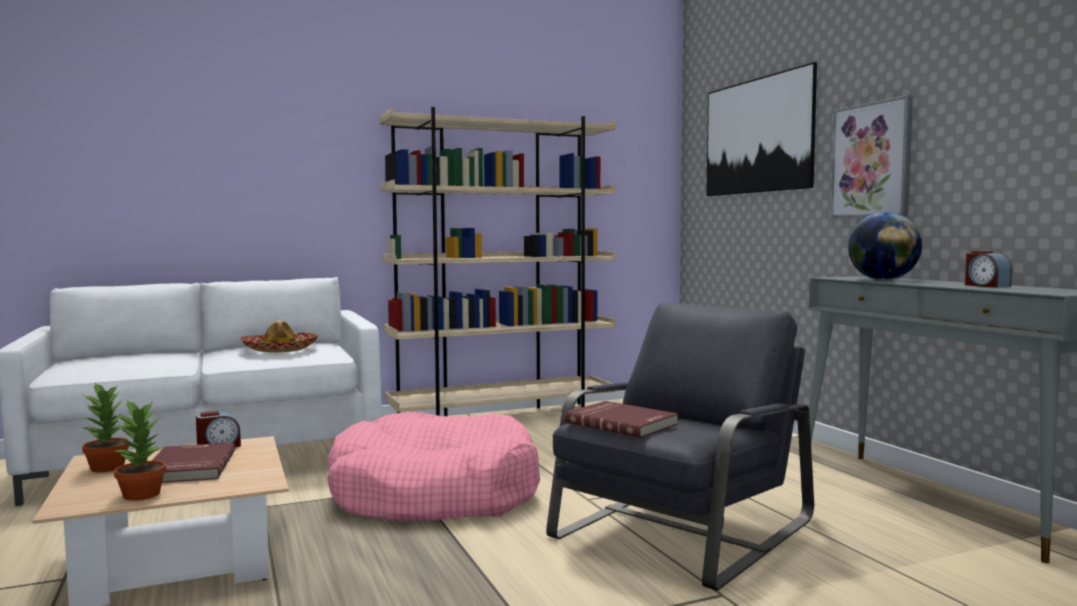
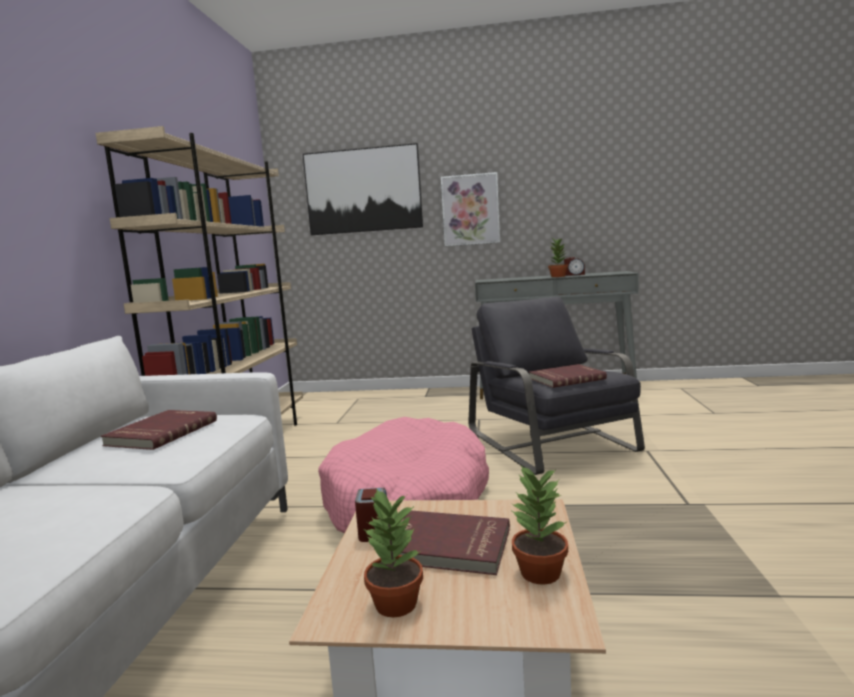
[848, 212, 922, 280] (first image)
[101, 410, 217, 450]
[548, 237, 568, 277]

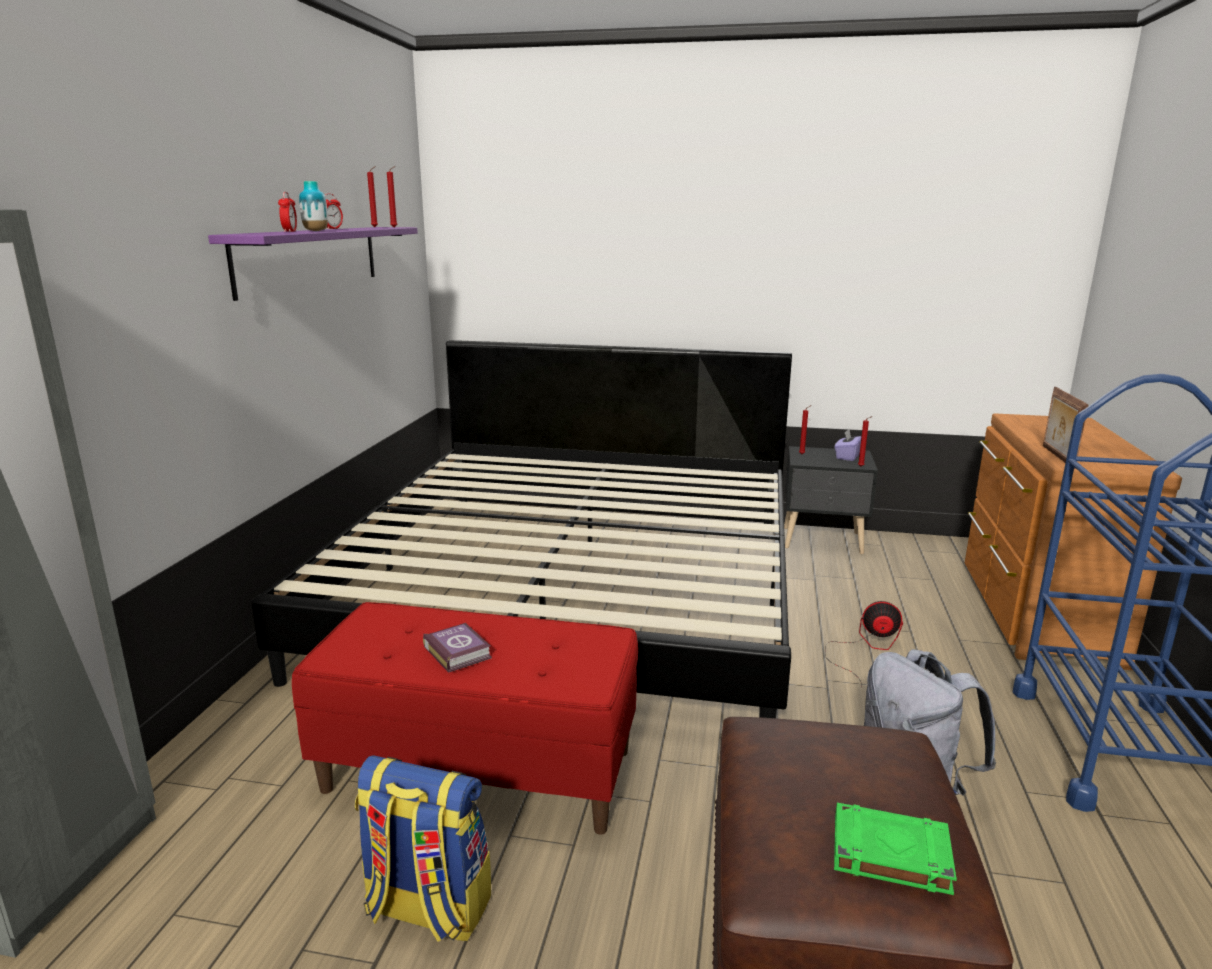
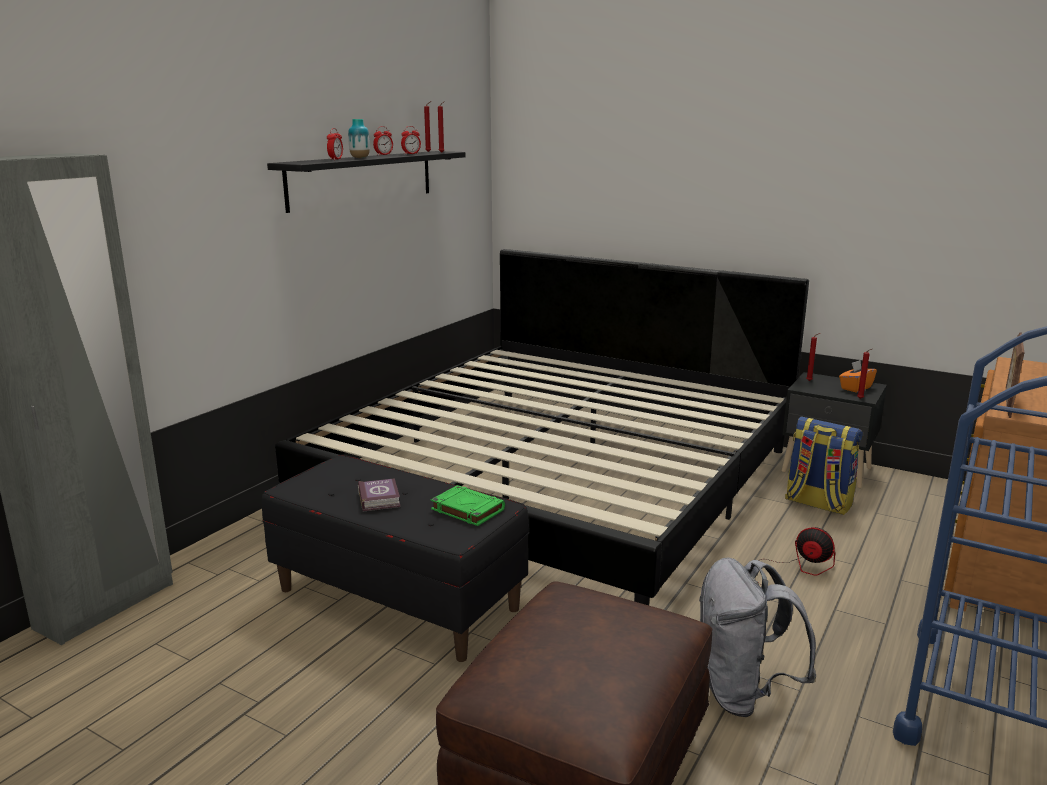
[267, 151, 466, 213]
[839, 360, 877, 393]
[262, 455, 529, 662]
[785, 416, 863, 515]
[431, 485, 505, 526]
[401, 126, 421, 155]

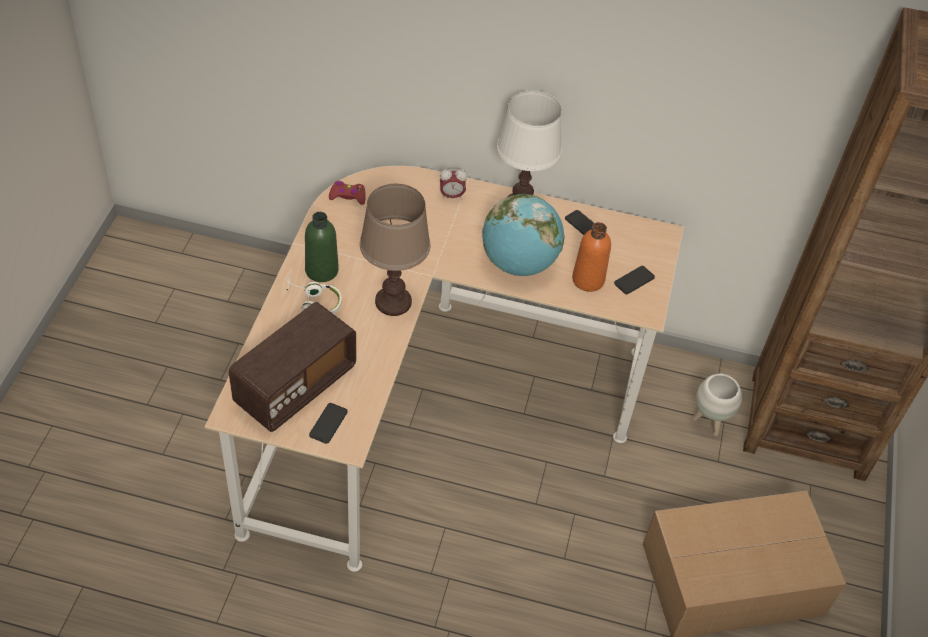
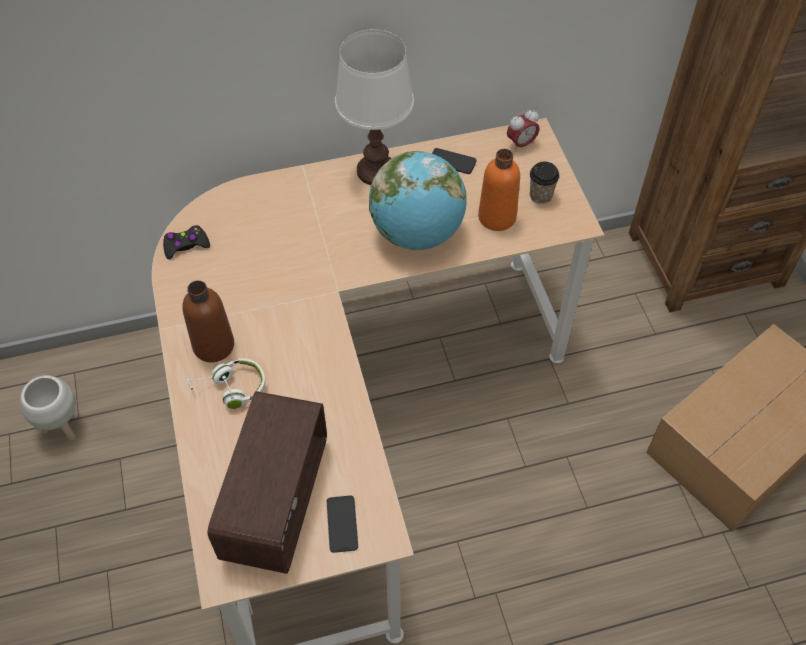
[507, 109, 540, 152]
[163, 225, 210, 259]
[360, 184, 430, 316] (first image)
[182, 280, 234, 362]
[530, 162, 560, 204]
[20, 375, 76, 440]

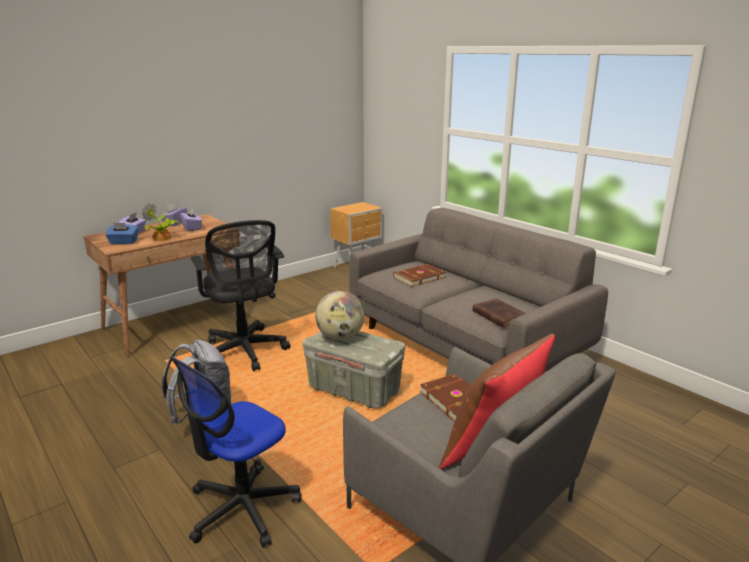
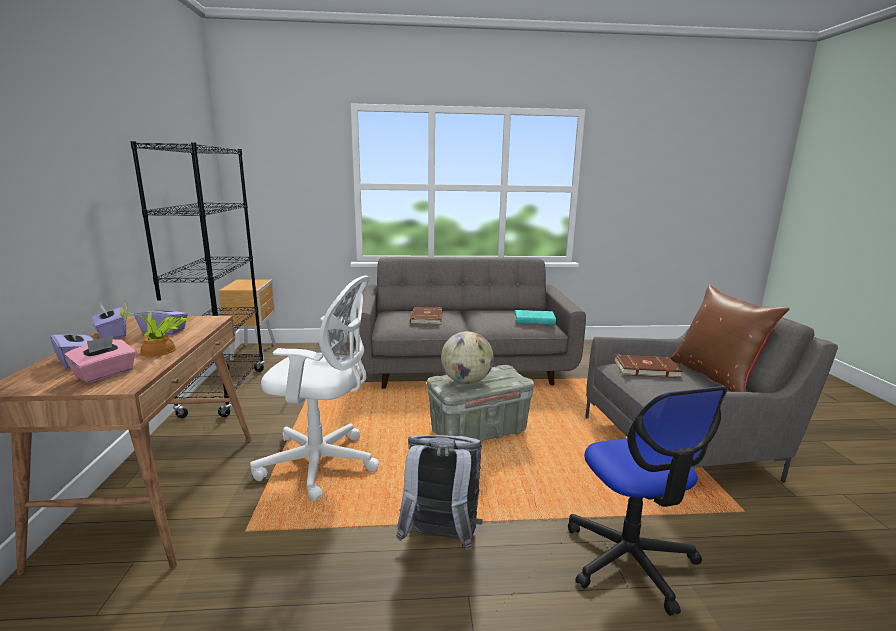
[250, 275, 379, 501]
[64, 336, 136, 383]
[515, 310, 556, 325]
[130, 141, 265, 418]

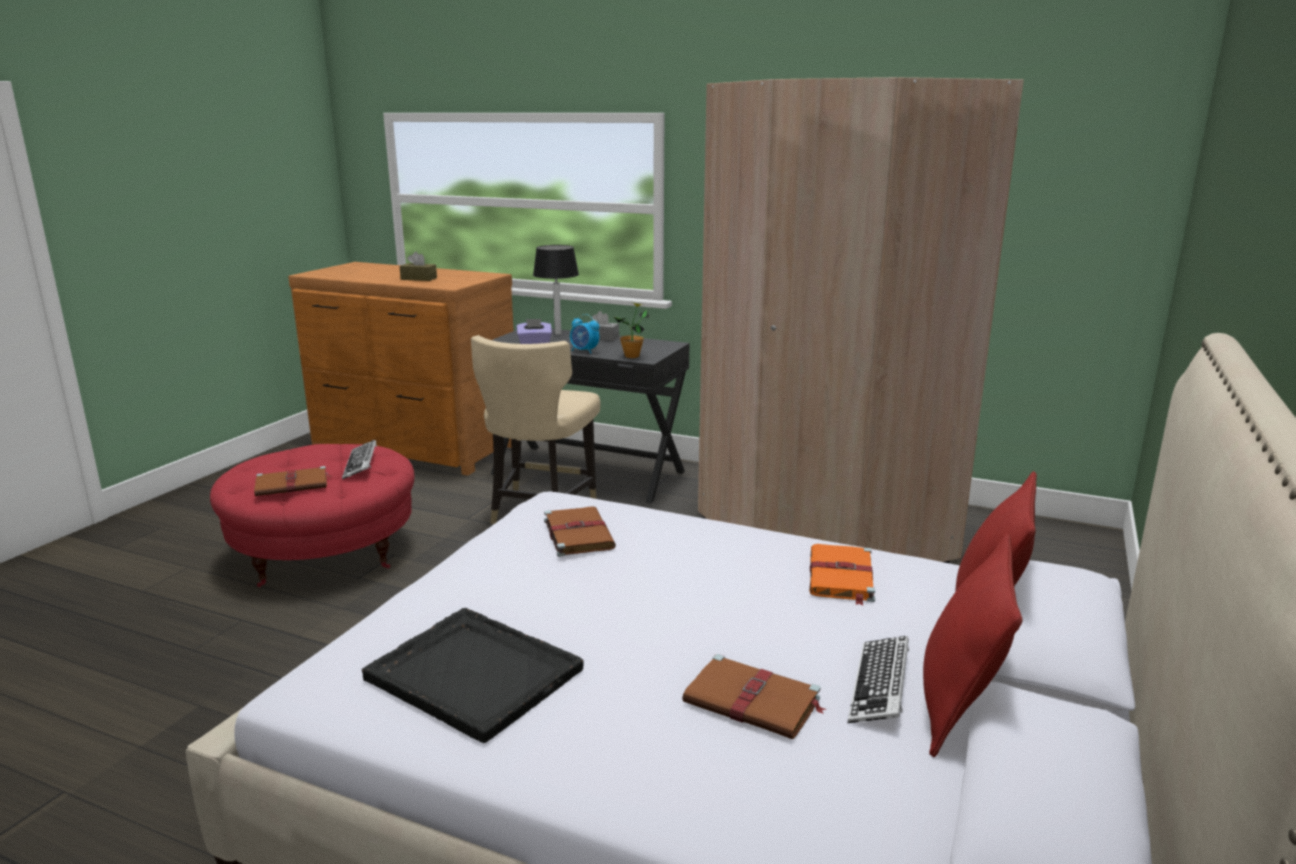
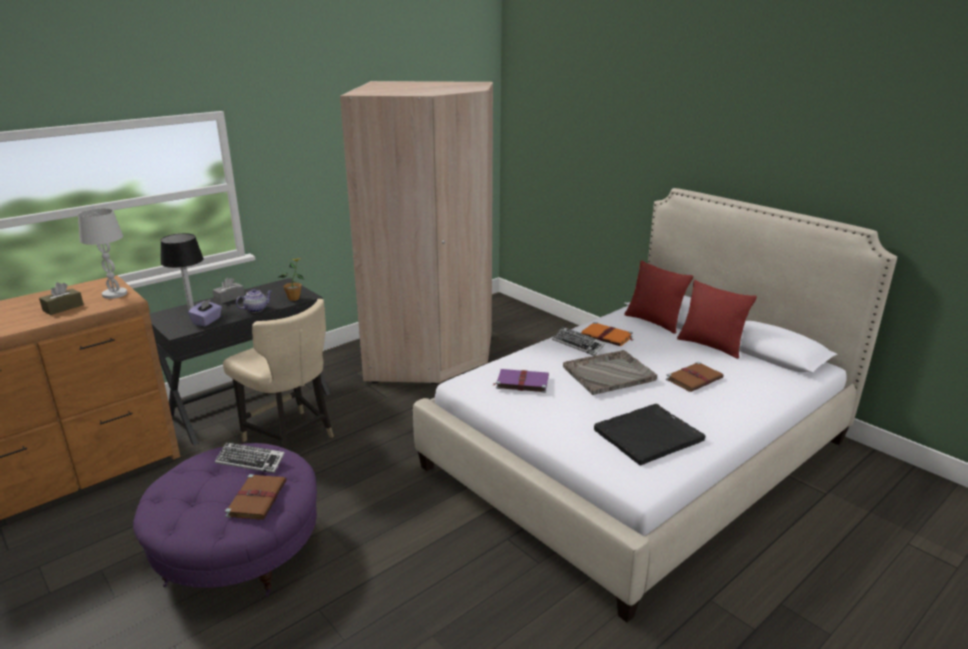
[236, 289, 272, 313]
[133, 443, 317, 597]
[494, 369, 549, 393]
[552, 327, 606, 356]
[78, 208, 127, 299]
[563, 350, 657, 395]

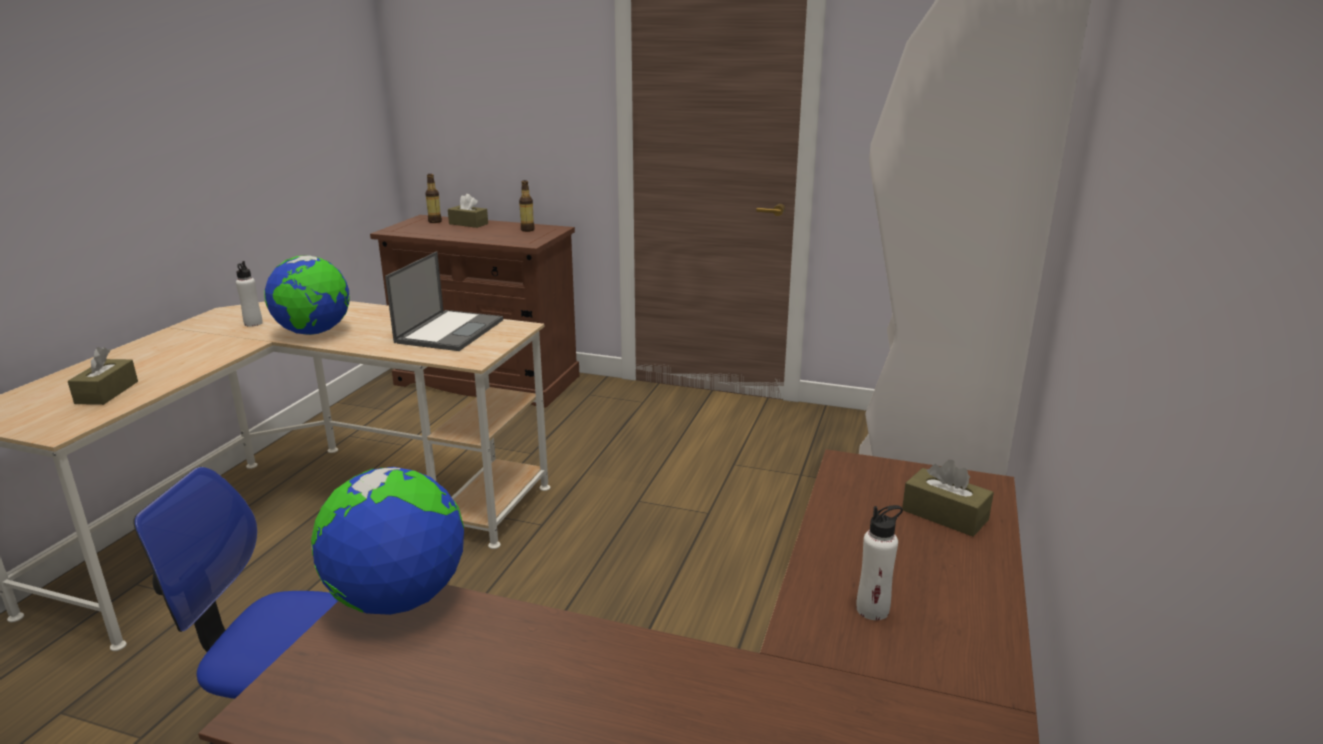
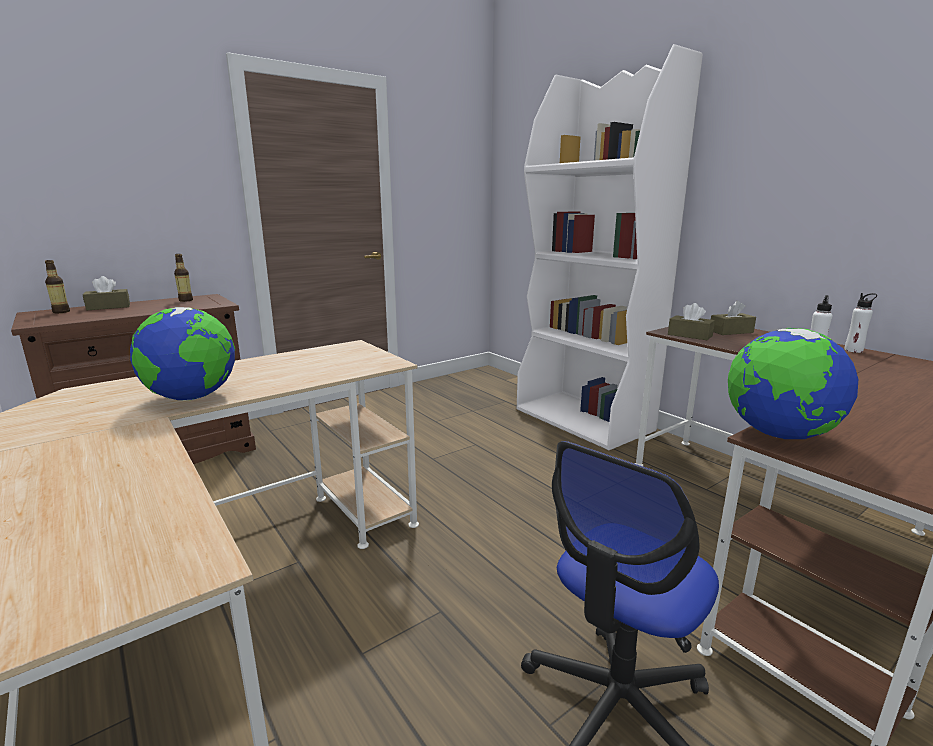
[385, 251, 503, 351] (first image)
[844, 293, 877, 353]
[668, 303, 715, 340]

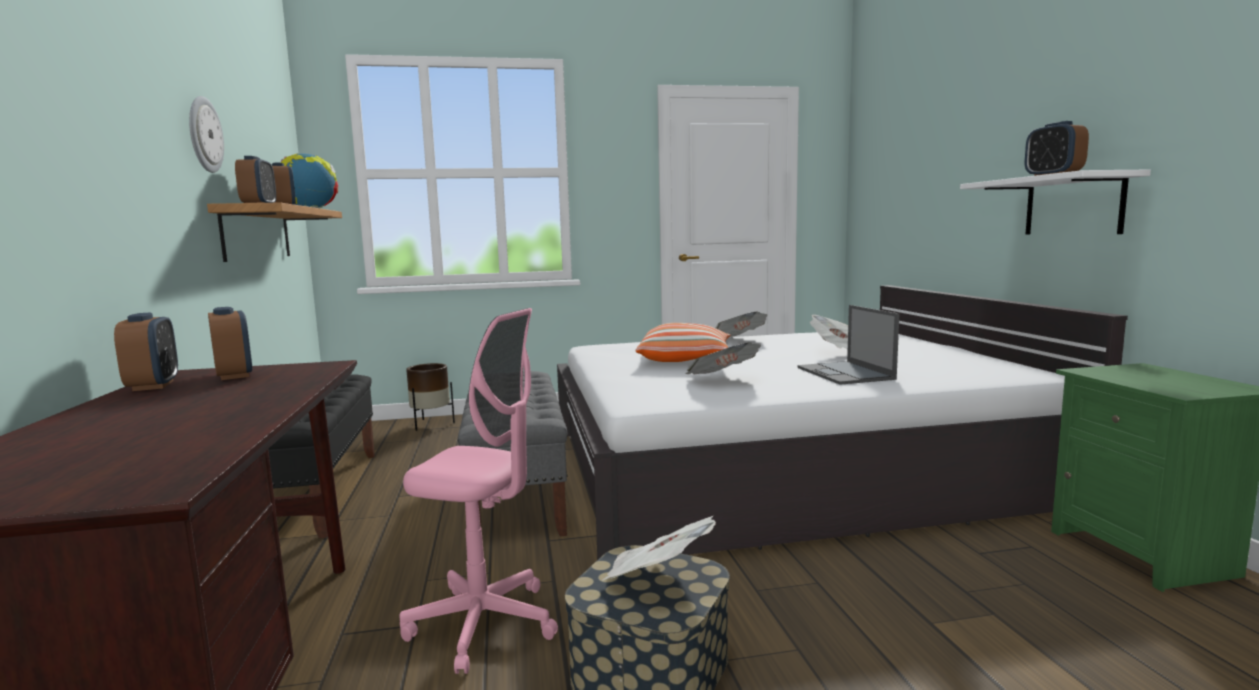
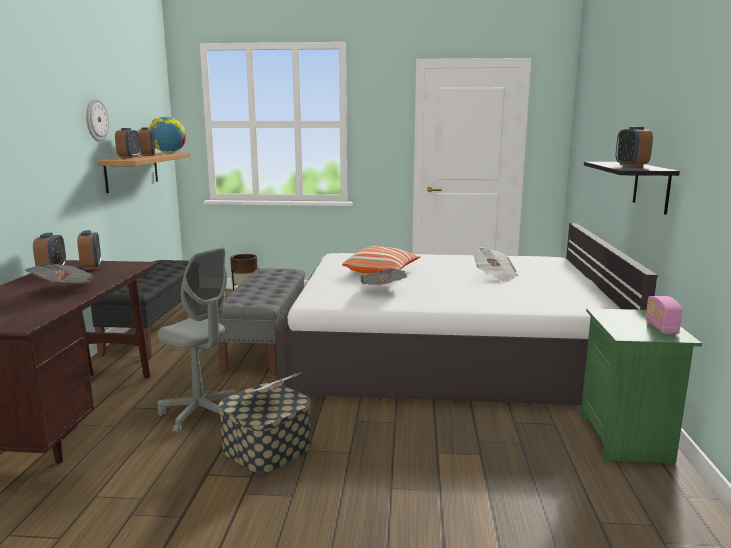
[584, 162, 680, 215]
[797, 305, 899, 385] (first image)
[157, 248, 236, 434]
[25, 264, 92, 283]
[645, 296, 683, 334]

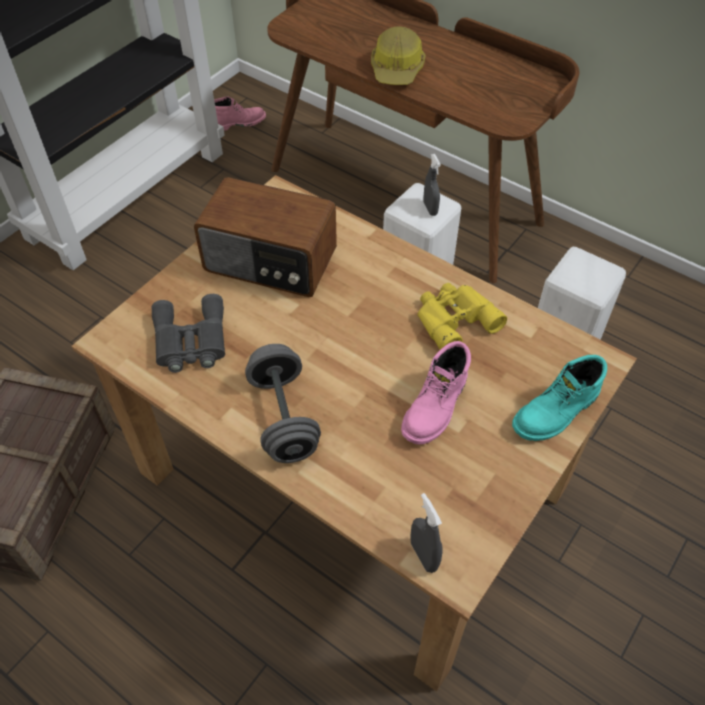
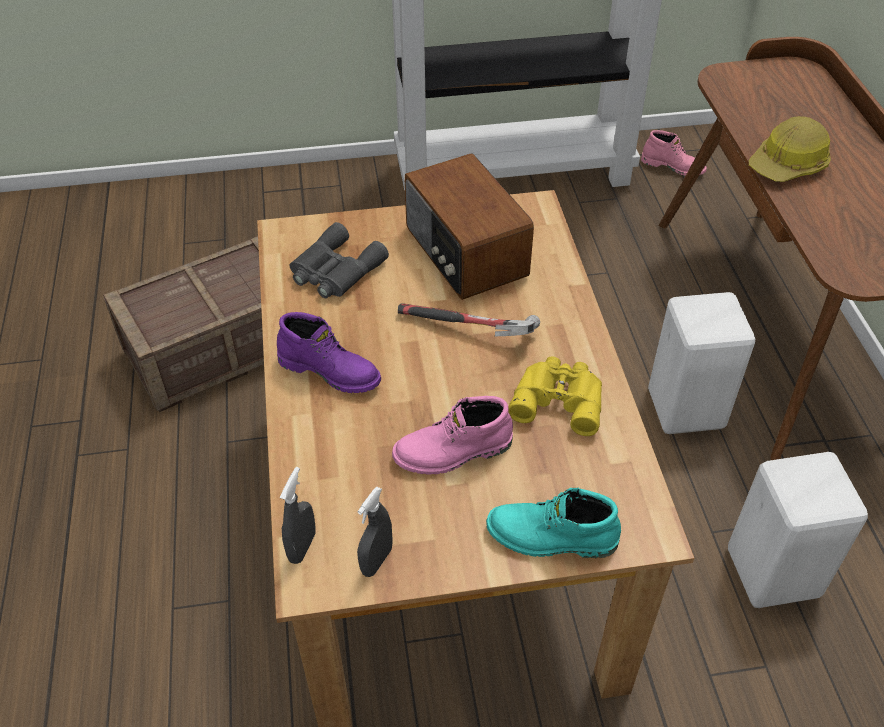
[357, 487, 393, 577]
[277, 312, 381, 393]
[398, 303, 540, 336]

